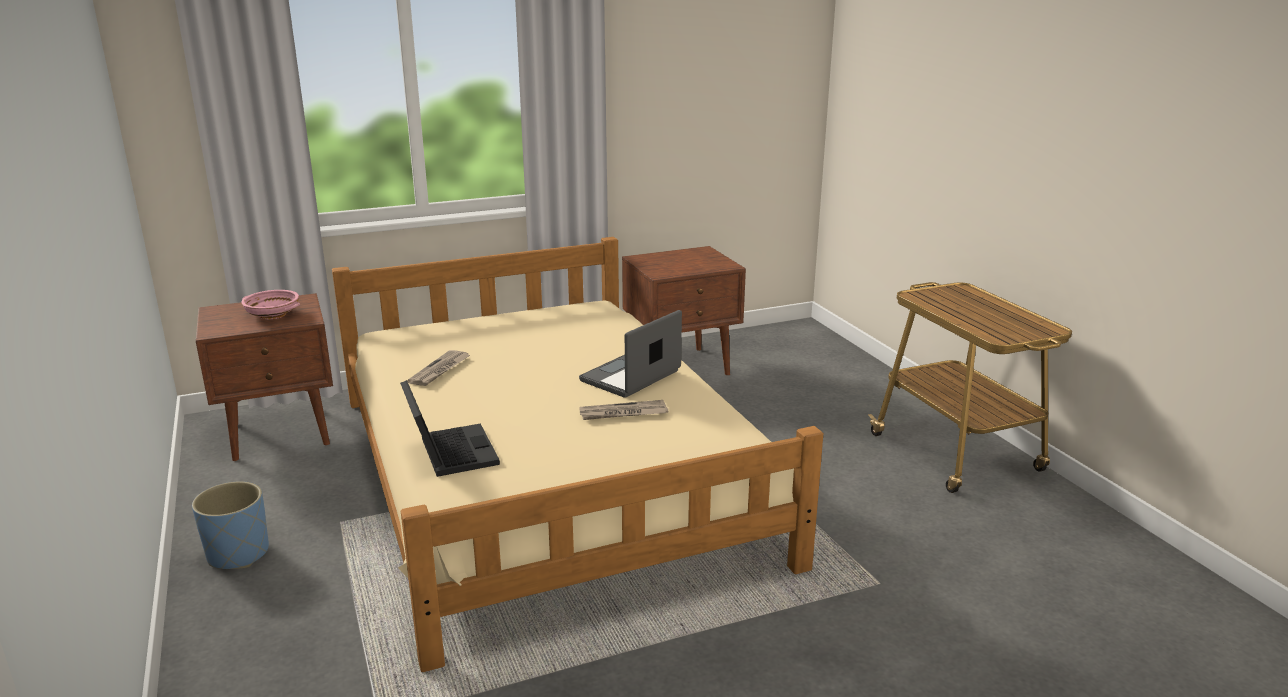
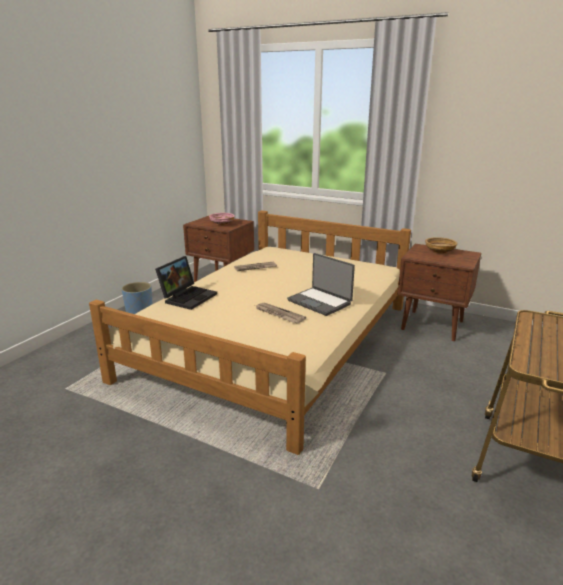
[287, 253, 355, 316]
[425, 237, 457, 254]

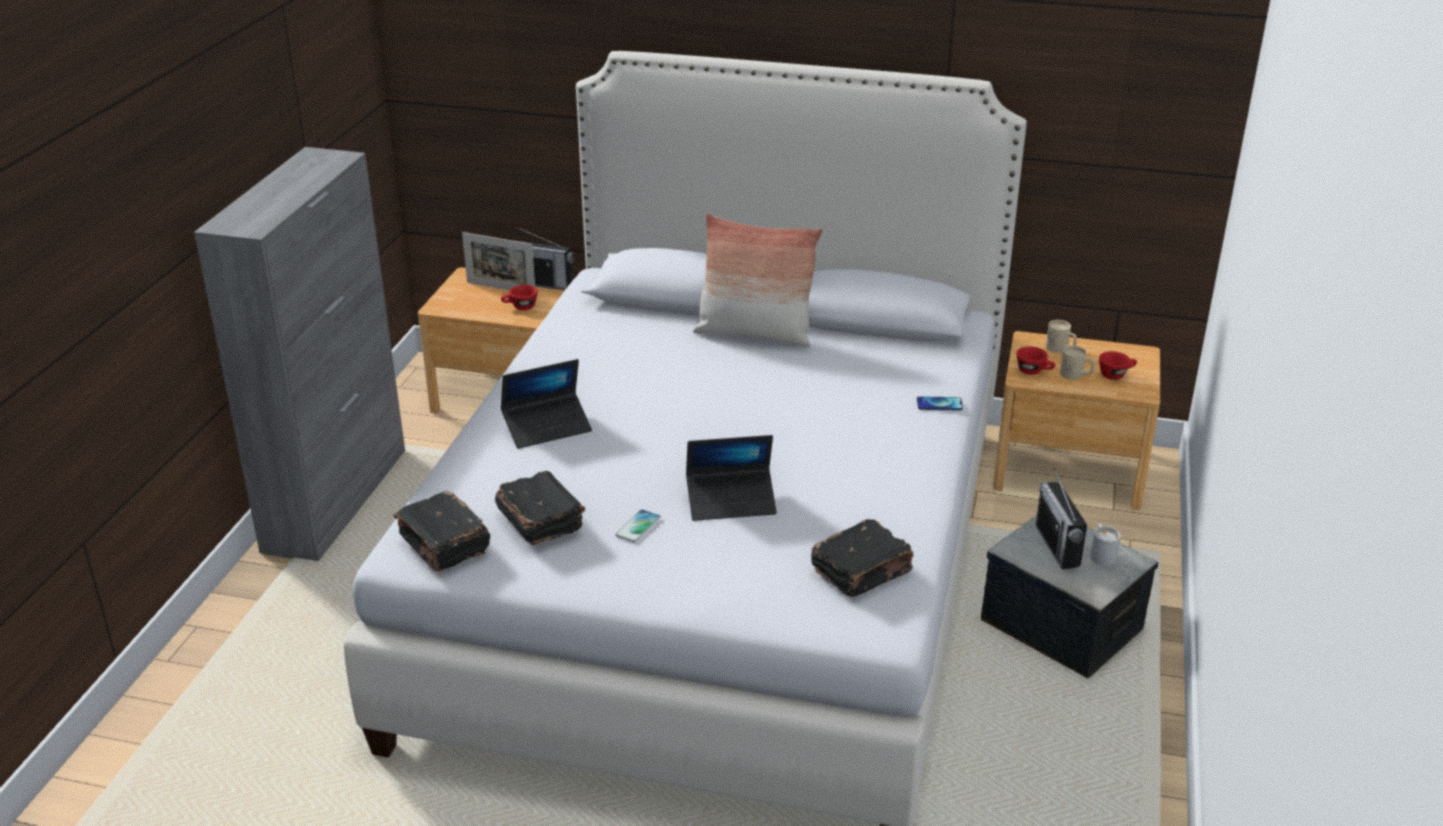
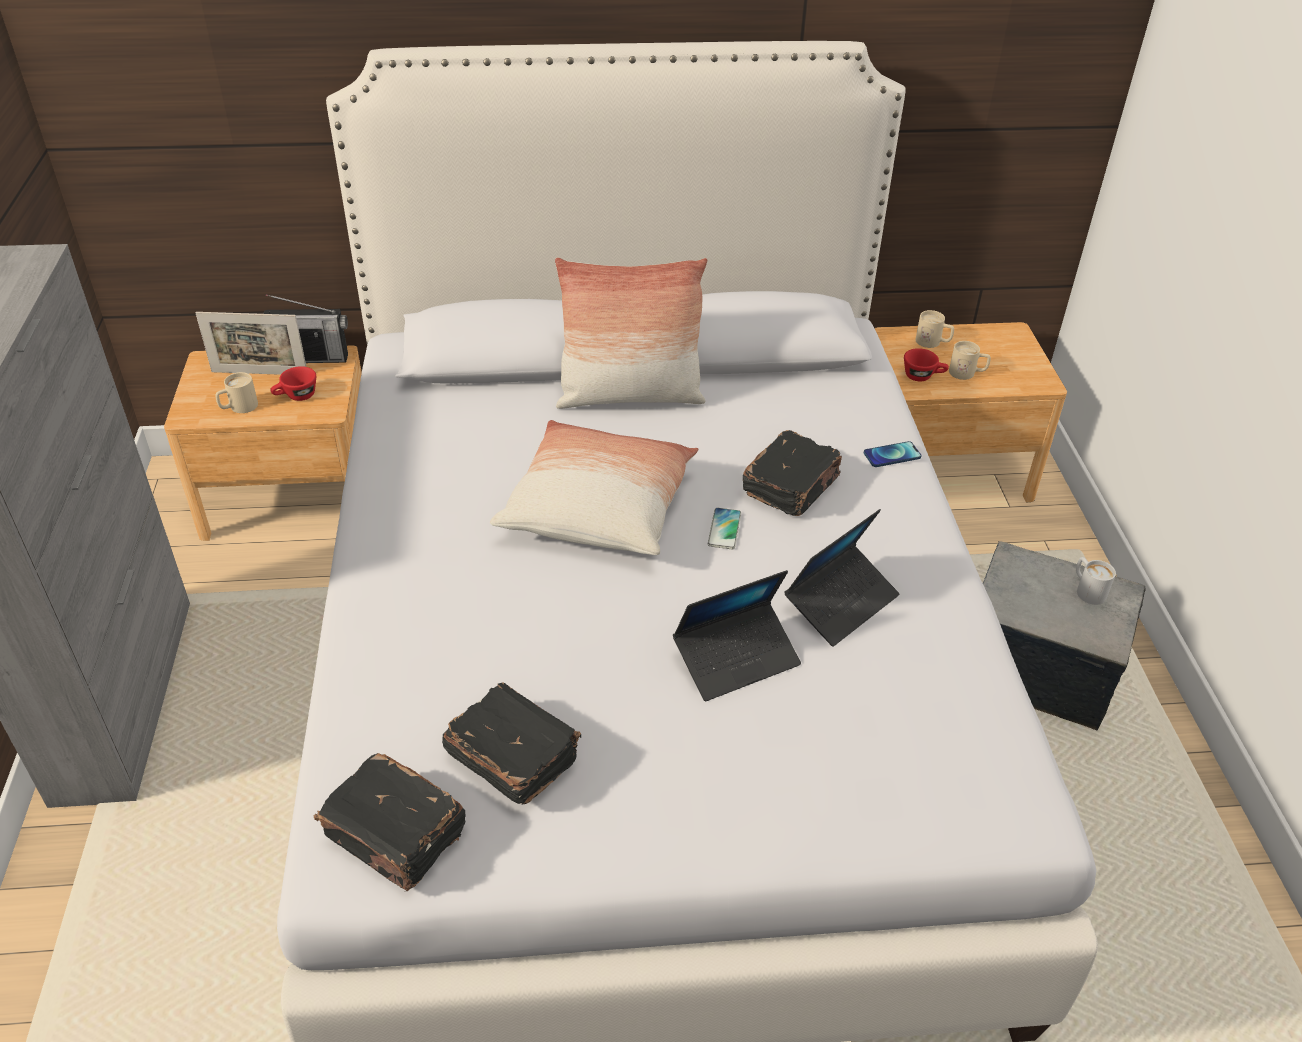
[1099, 351, 1137, 380] (first image)
[785, 509, 899, 646]
[1036, 468, 1087, 569] (first image)
[708, 508, 741, 549]
[742, 430, 842, 516]
[215, 372, 258, 413]
[490, 420, 698, 555]

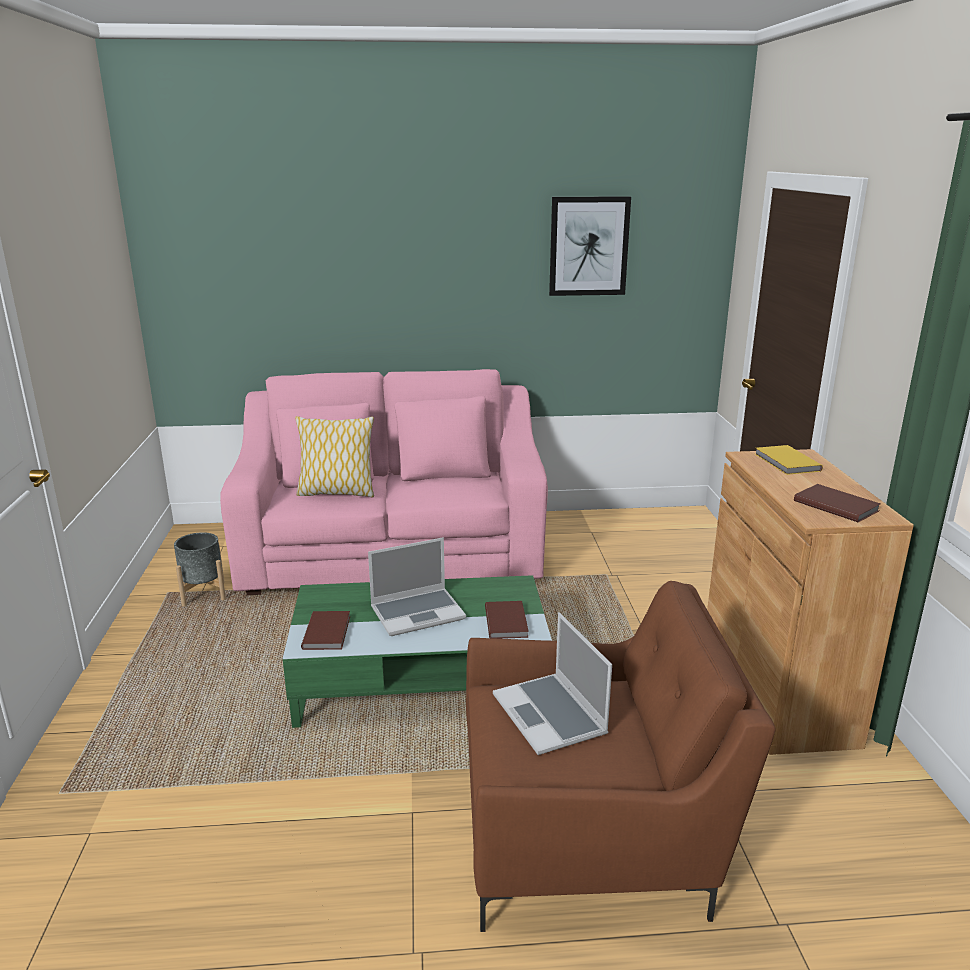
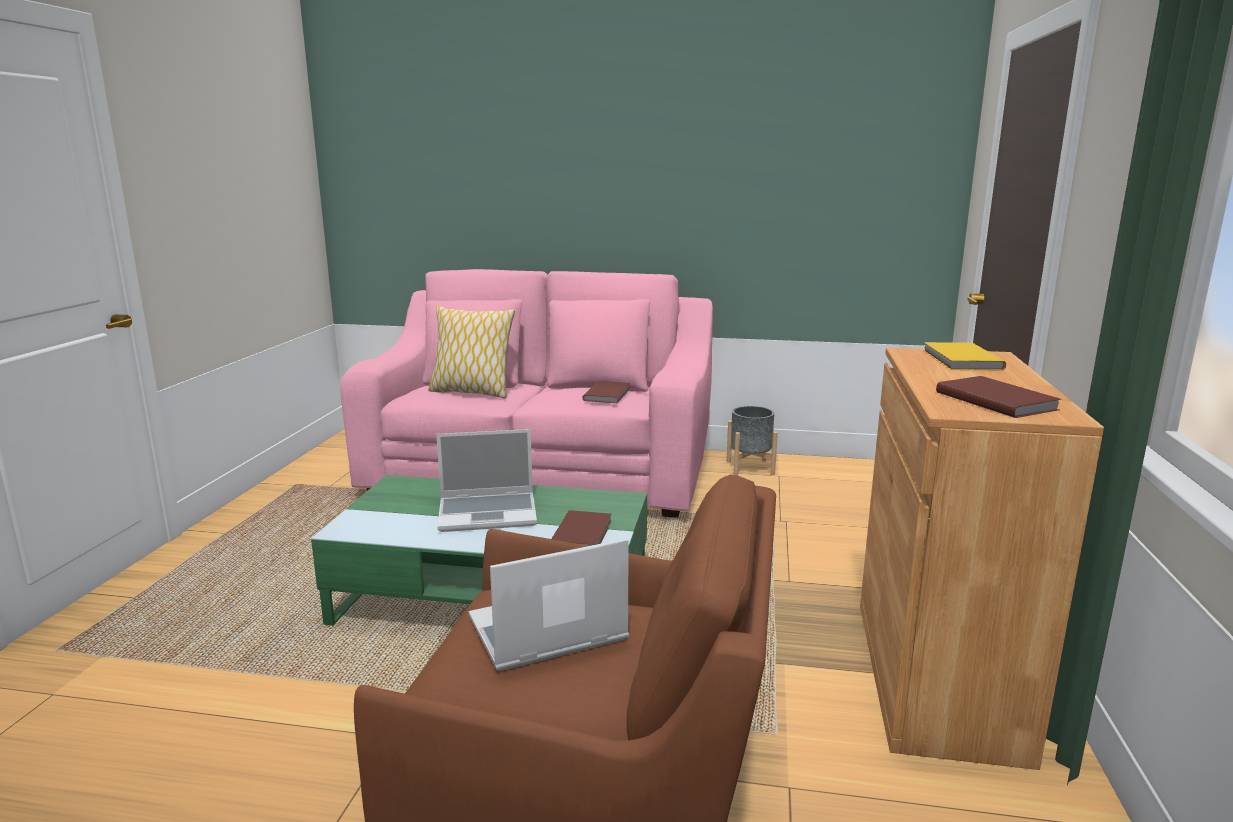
[549, 196, 631, 296] (first image)
[726, 406, 778, 475]
[583, 381, 630, 403]
[469, 538, 629, 671]

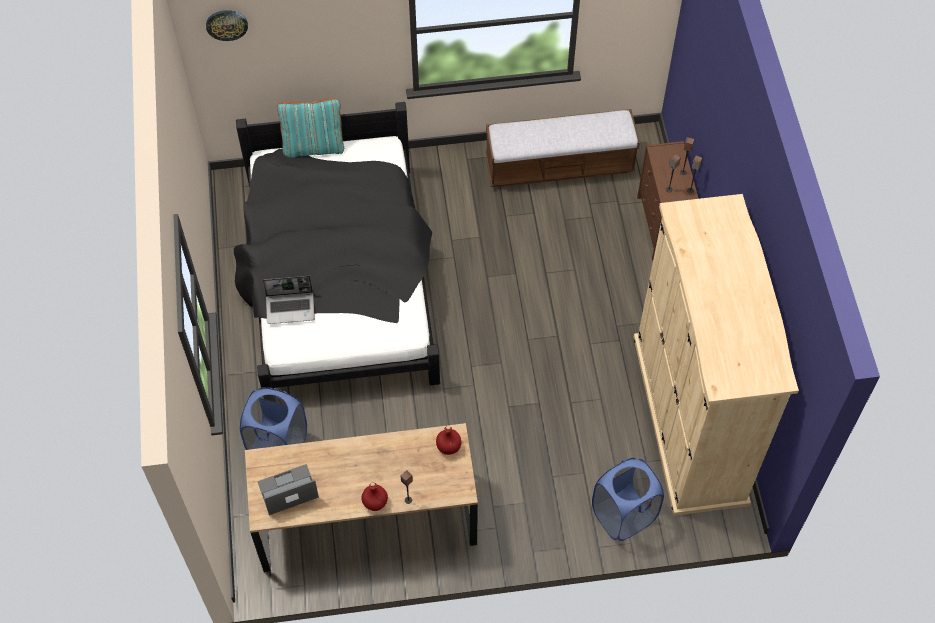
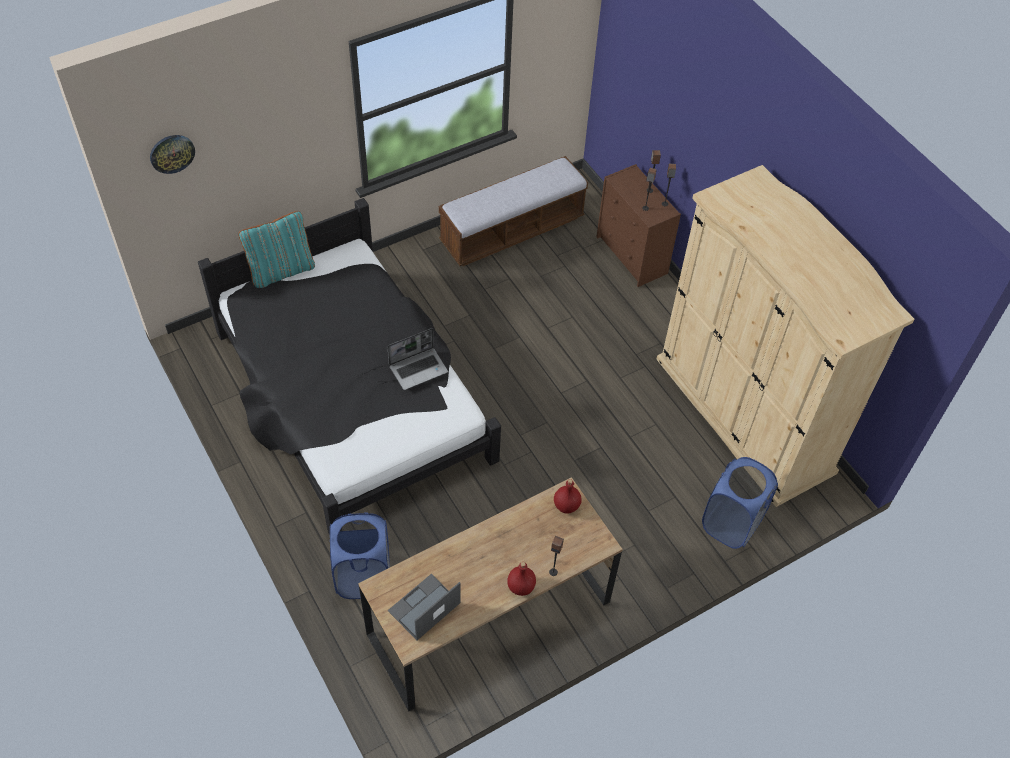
[387, 328, 448, 390]

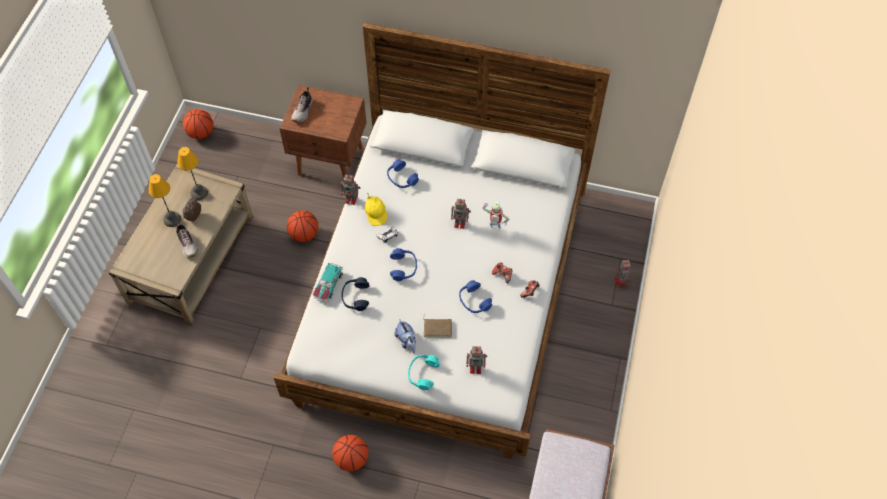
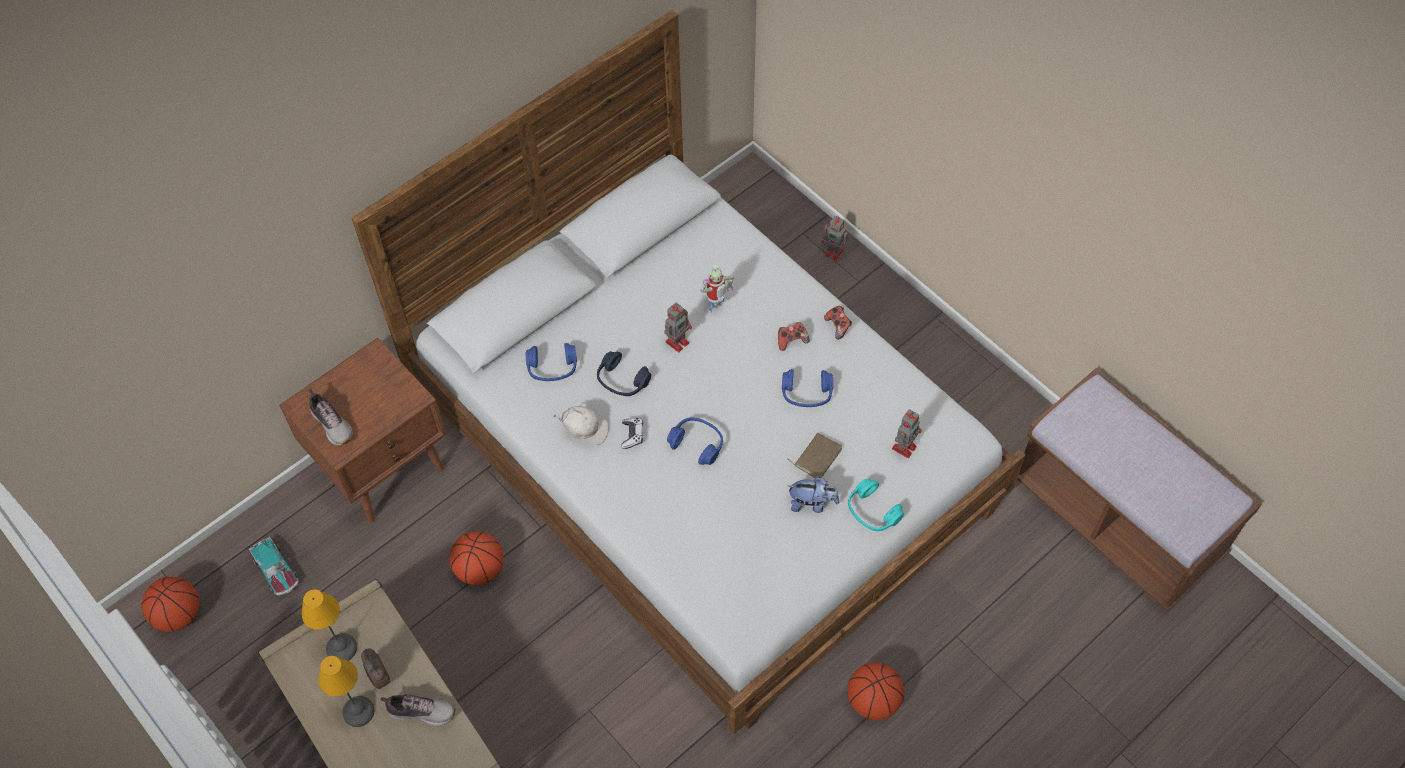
[341, 175, 360, 205] (first image)
[553, 406, 609, 445]
[249, 537, 299, 595]
[597, 351, 651, 396]

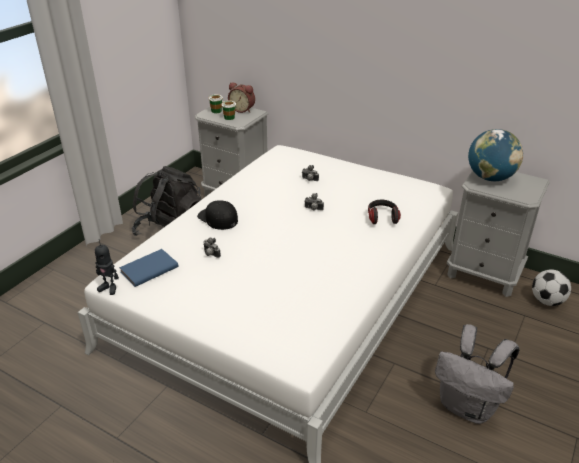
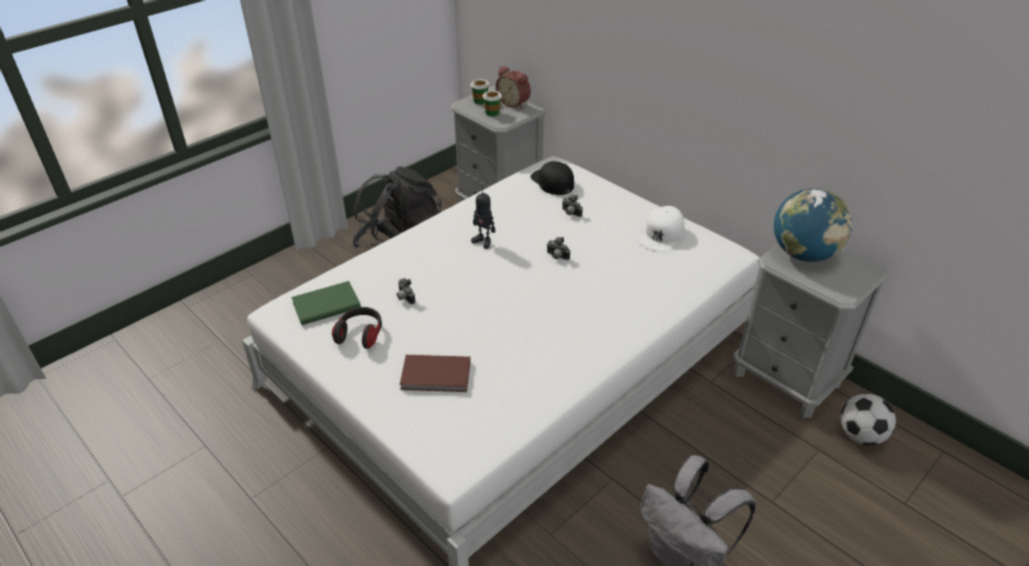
[530, 161, 574, 195]
[332, 307, 382, 349]
[471, 187, 495, 249]
[291, 281, 361, 325]
[639, 206, 684, 252]
[400, 355, 470, 392]

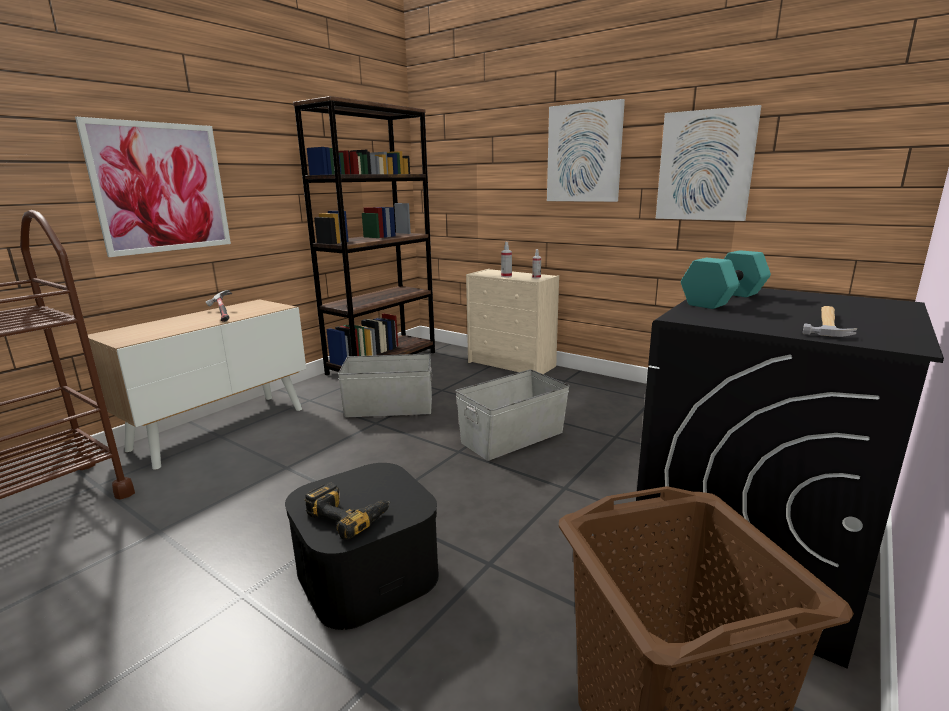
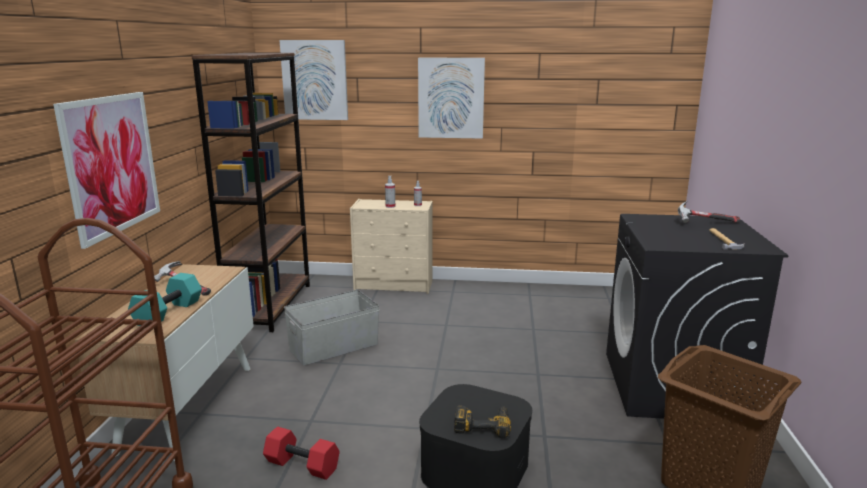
[280, 40, 348, 120]
[128, 273, 202, 327]
[456, 370, 570, 461] (first image)
[678, 201, 740, 223]
[263, 426, 340, 480]

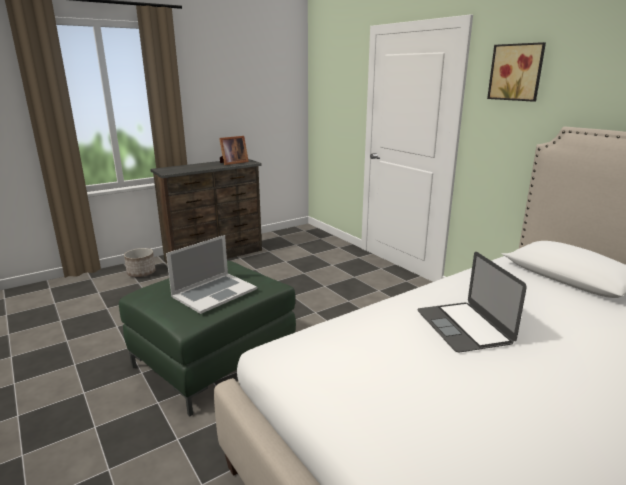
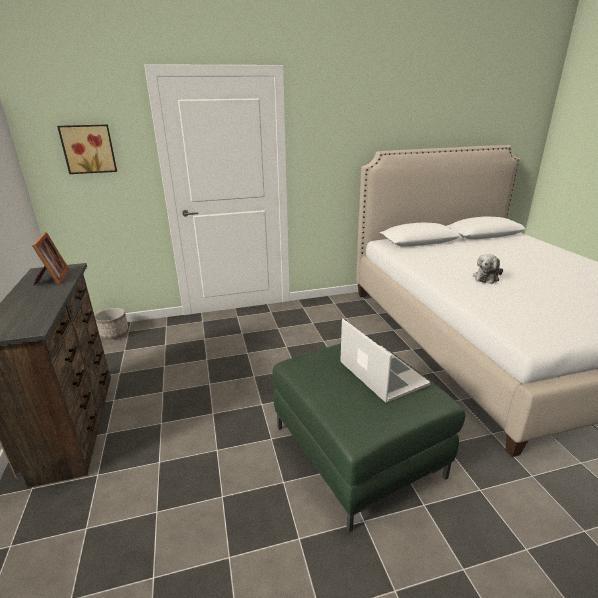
[57, 124, 117, 174]
[95, 308, 129, 340]
[473, 254, 503, 284]

